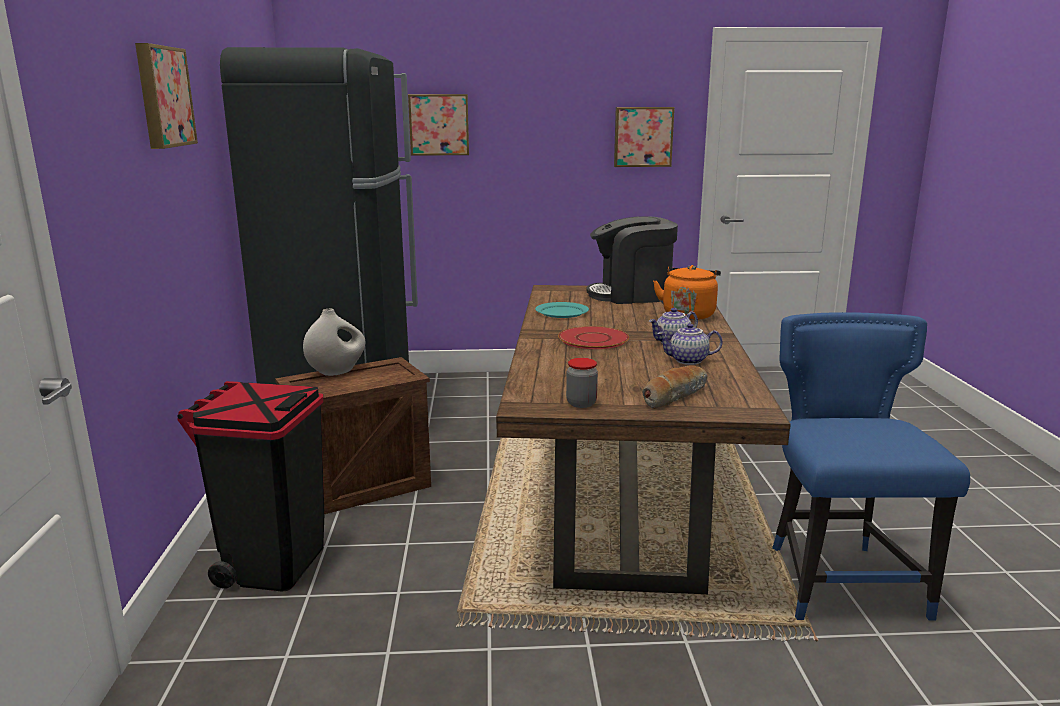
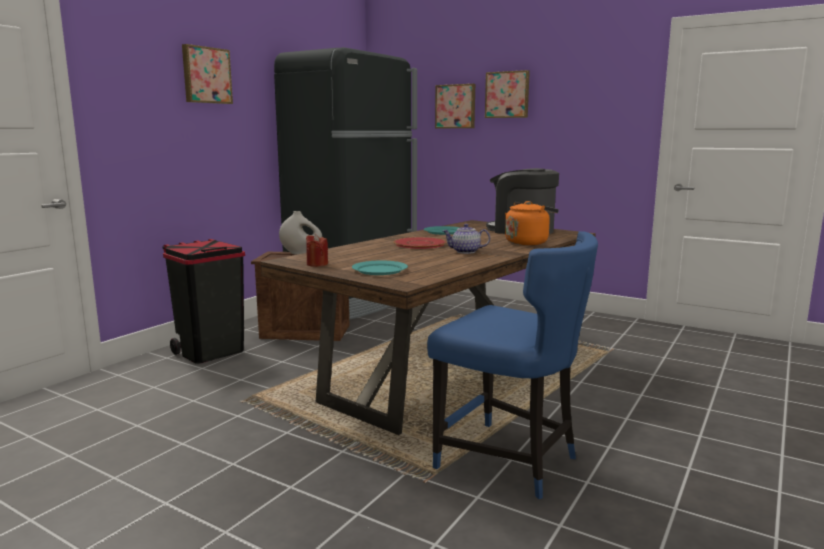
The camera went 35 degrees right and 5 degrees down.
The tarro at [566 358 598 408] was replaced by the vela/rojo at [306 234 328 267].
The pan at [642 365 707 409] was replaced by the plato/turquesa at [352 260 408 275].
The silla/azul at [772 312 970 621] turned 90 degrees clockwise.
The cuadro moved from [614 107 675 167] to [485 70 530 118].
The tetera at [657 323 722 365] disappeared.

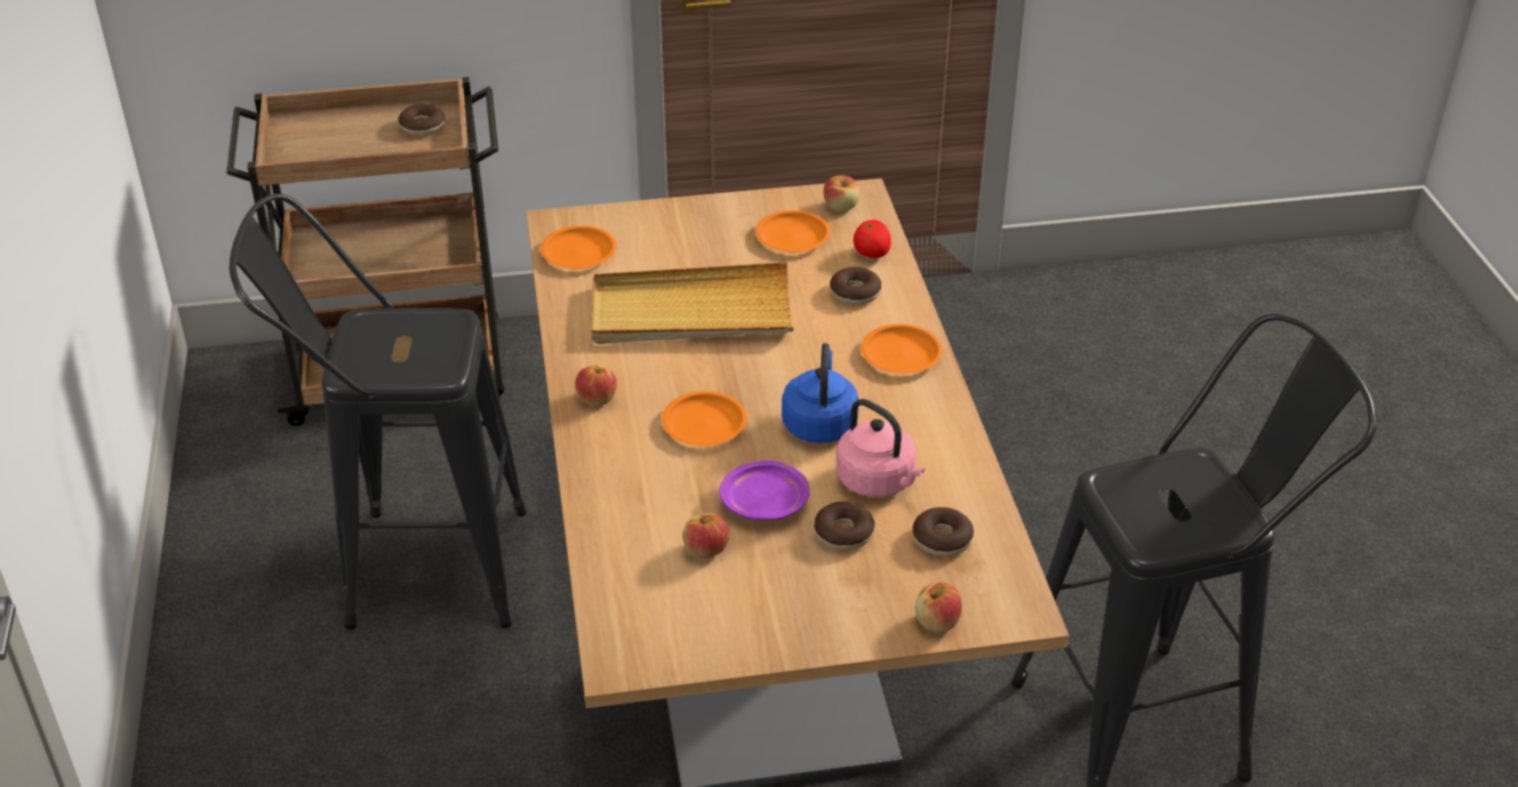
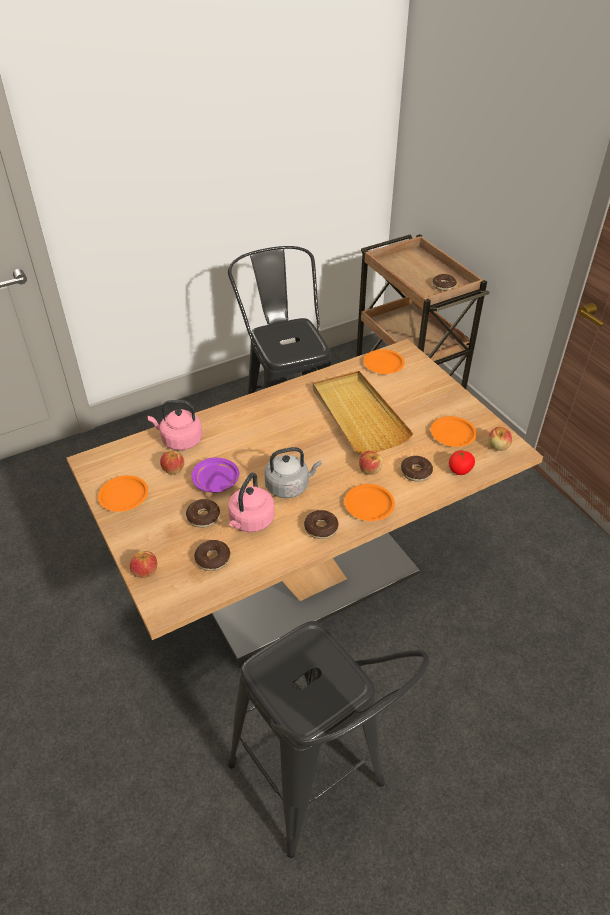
The camera went 70 degrees right and 5 degrees up.
The plato/naranja moved from [662 391 747 446] to [98 475 148 512].
The hervidor/rosa at [148 400 202 450] appeared.
The hervidor/azul at [782 343 859 443] became the hervidor/gris at [264 447 322 498].
The rosquilla at [304 510 339 539] appeared.
The manzana moved from [575 365 617 406] to [359 451 383 475].

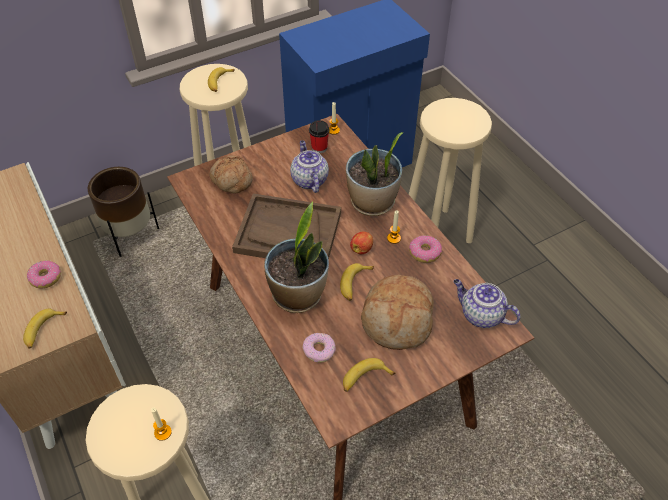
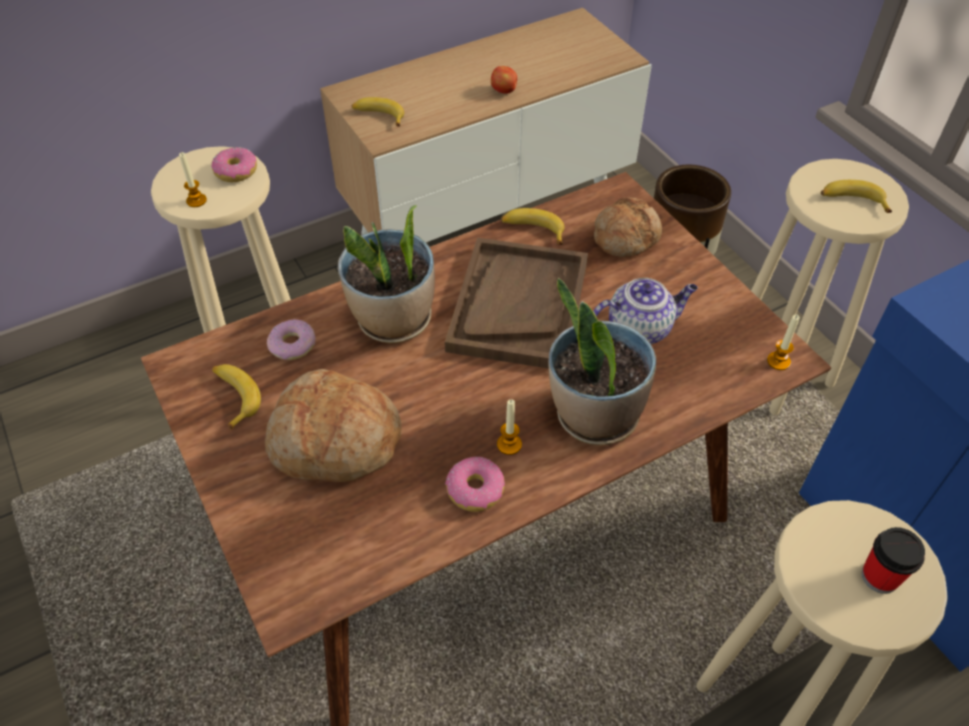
The camera went 90 degrees right and 0 degrees up.
The rosquilla moved from [27 261 61 289] to [212 147 257 182].
The manzana moved from [350 231 373 254] to [491 66 517 94].
The plátano moved from [340 263 374 301] to [501 208 565 245].
The taza moved from [309 120 330 153] to [862 527 925 594].
The tetera at [453 279 520 328] disappeared.

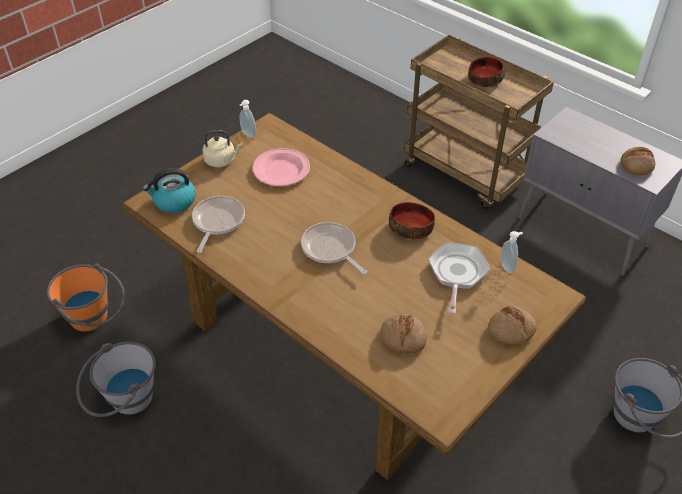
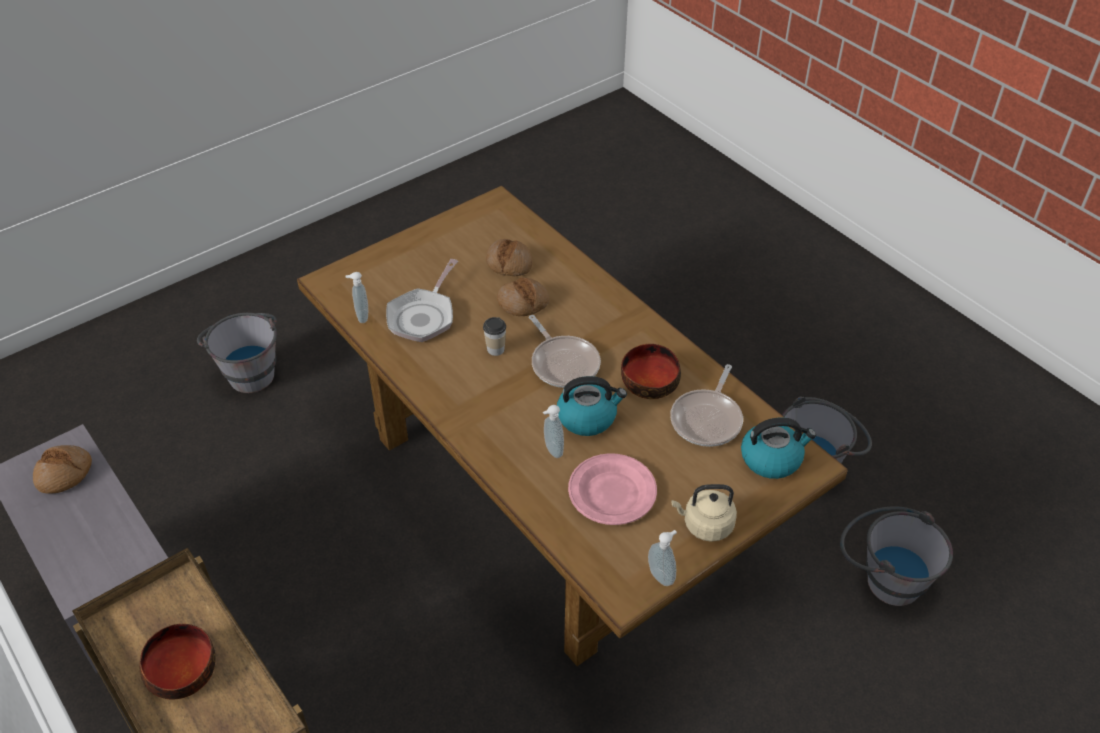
The camera went 170 degrees left and 0 degrees up.
The taza at [483 317 506 356] appeared.
The pan moved from [488 306 537 345] to [497 277 549 316].
The dispensador de jabón at [543 405 564 458] appeared.
The hervidor at [557 376 627 436] appeared.
The cuenco moved from [389 202 435 240] to [621 344 681 399].
The cubo/naranja at [47 263 125 332] became the cubo/gris at [840 506 953 606].

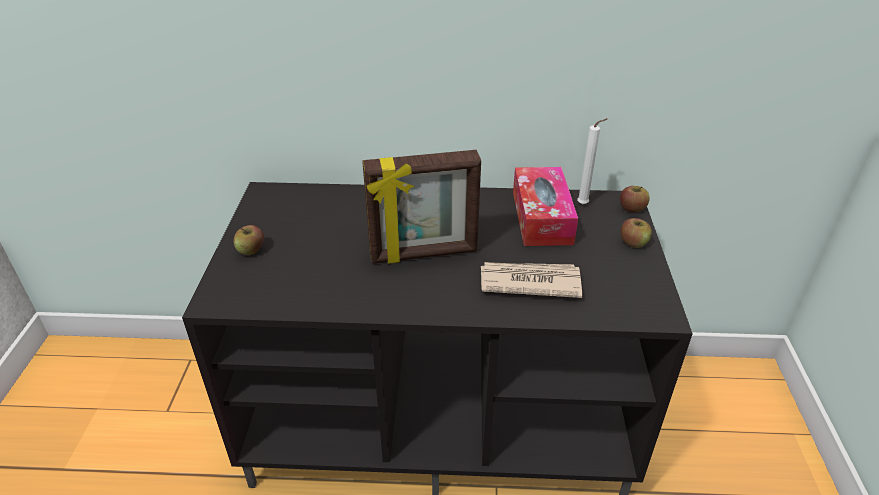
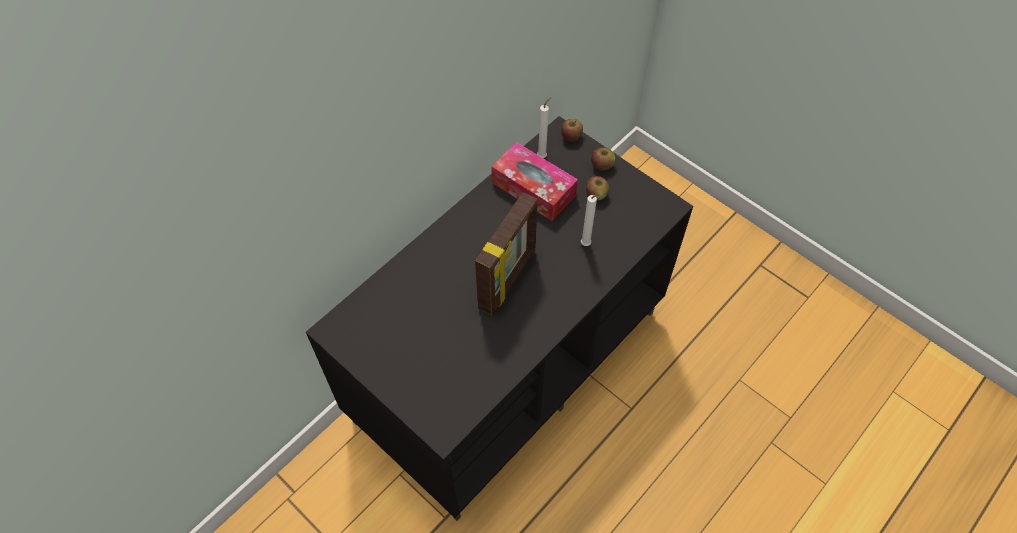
The camera went 50 degrees left and 20 degrees up.
The periódico at [481 262 582 298] was replaced by the vela/blanco at [581 195 601 246].
The manzana moved from [233 225 264 255] to [586 176 609 200].

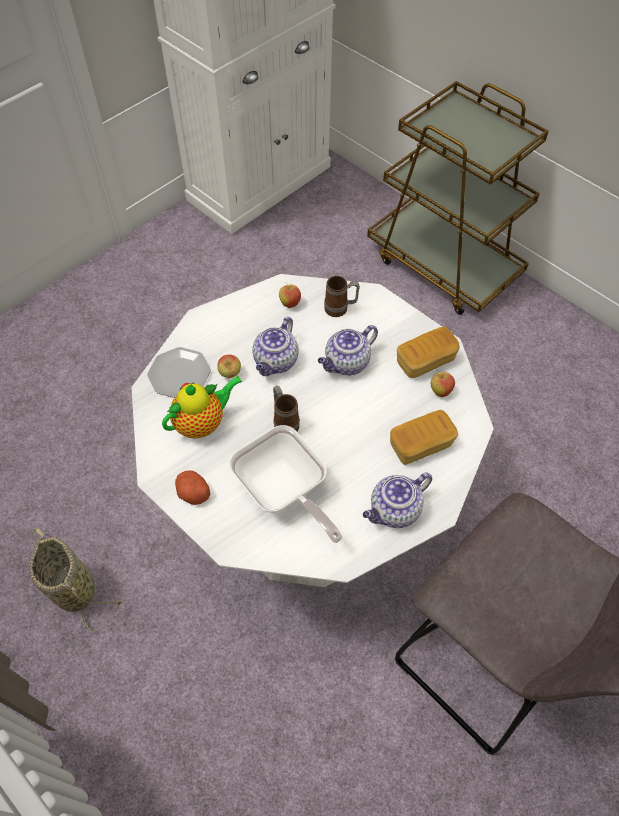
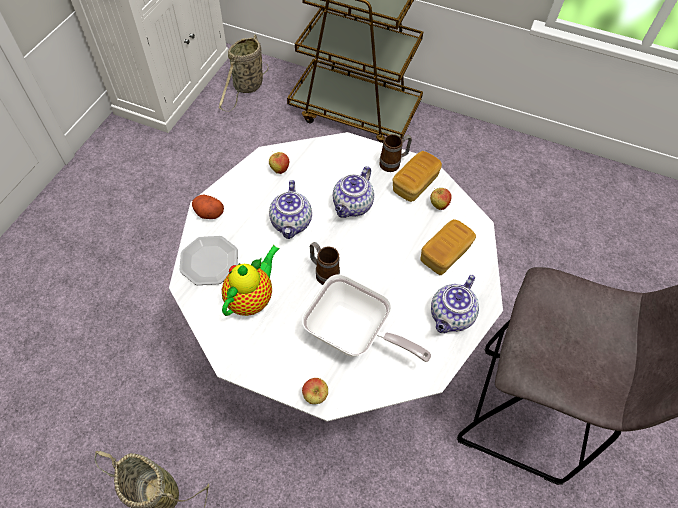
The camera went 25 degrees left and 0 degrees up.
The patata moved from [175 470 211 505] to [192 194 224 219].
The cesta at [219 34 269 111] appeared.
The manzana moved from [217 354 241 378] to [302 378 328 404].
The taza grande moved from [324 276 360 317] to [379 134 412 172].

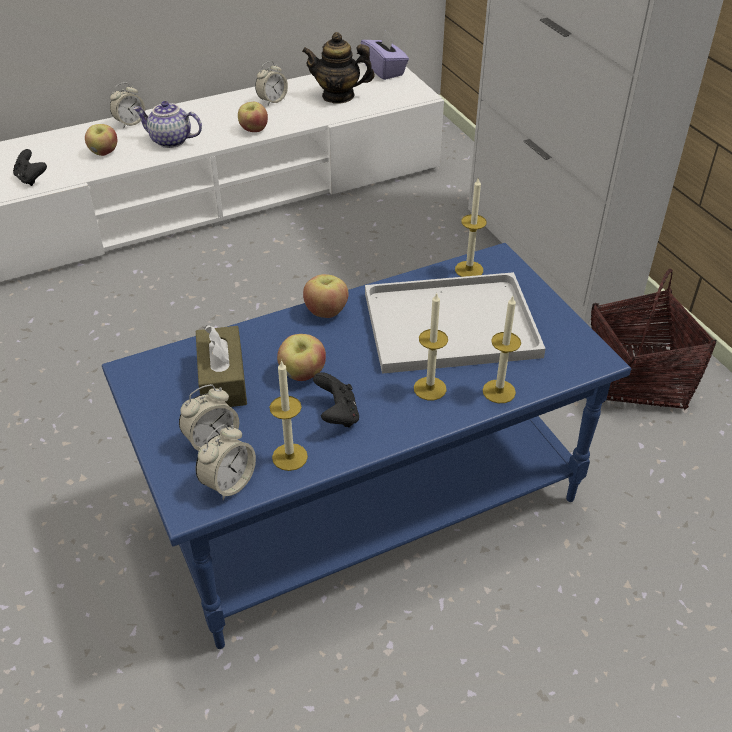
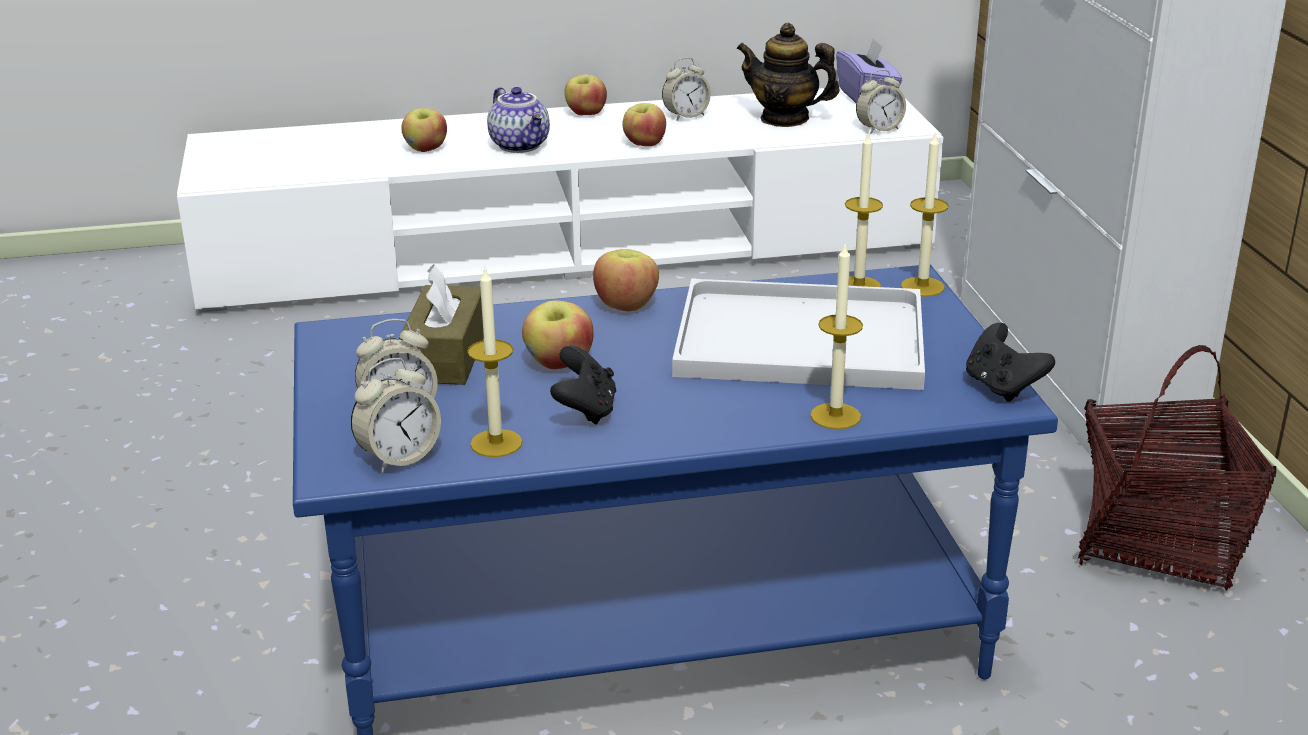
The camera went 15 degrees right and 15 degrees down.
The tetera at [133 101 202 148] turned 150 degrees counterclockwise.
The manzana at [564 74 607 115] appeared.
The despertador moved from [110 82 145 128] to [856 69 906 134].
The vela moved from [414 292 448 400] to [901 134 949 297].
The mando de consola/negro moved from [13 149 47 186] to [966 323 1055 402].

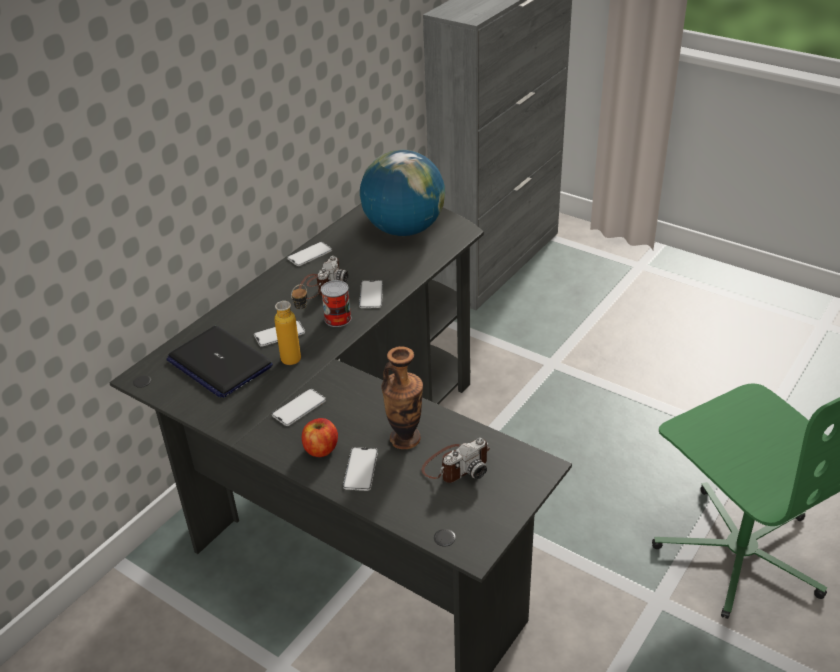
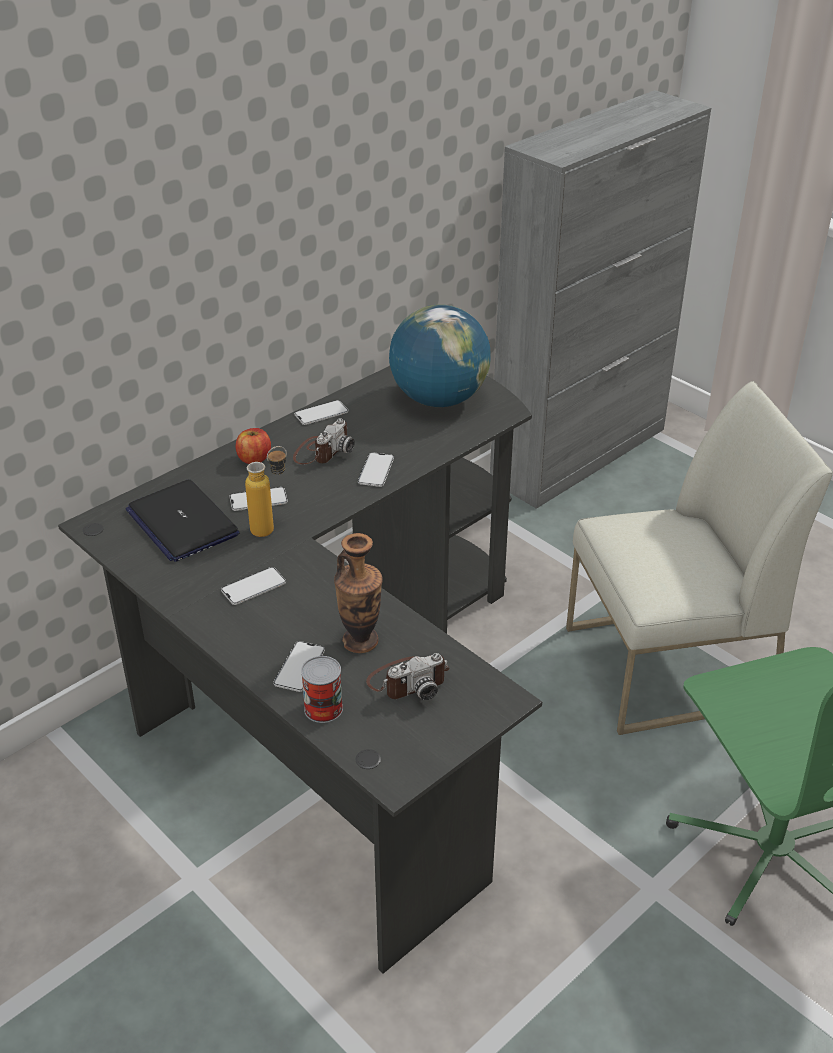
The camera went 10 degrees right and 0 degrees up.
The manzana moved from [302 418 338 457] to [236 428 271 464].
The lata moved from [321 280 351 327] to [301 656 343 723].
The silla/blanco at [566 381 833 735] appeared.

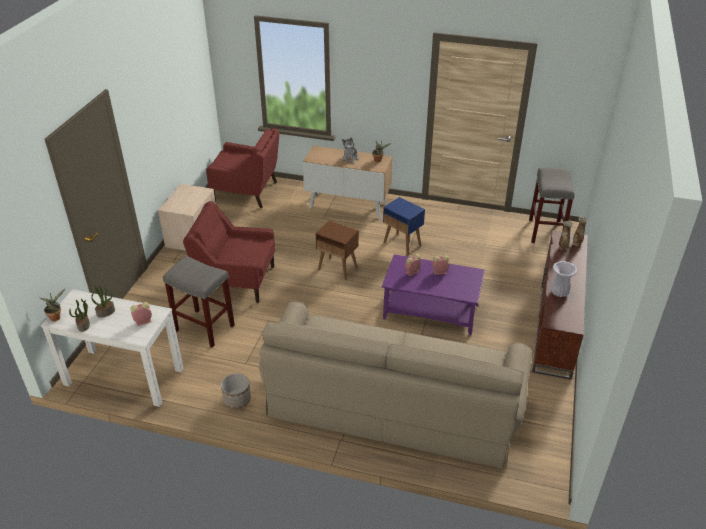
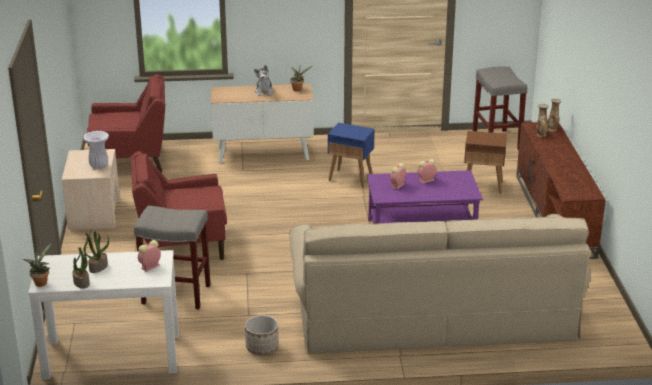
The camera went 20 degrees left and 10 degrees down.
The florero/blanco moved from [551 261 578 297] to [83 131 109 169].
The mesa auxiliar/marrón moved from [316 220 359 280] to [464 131 507 194].

